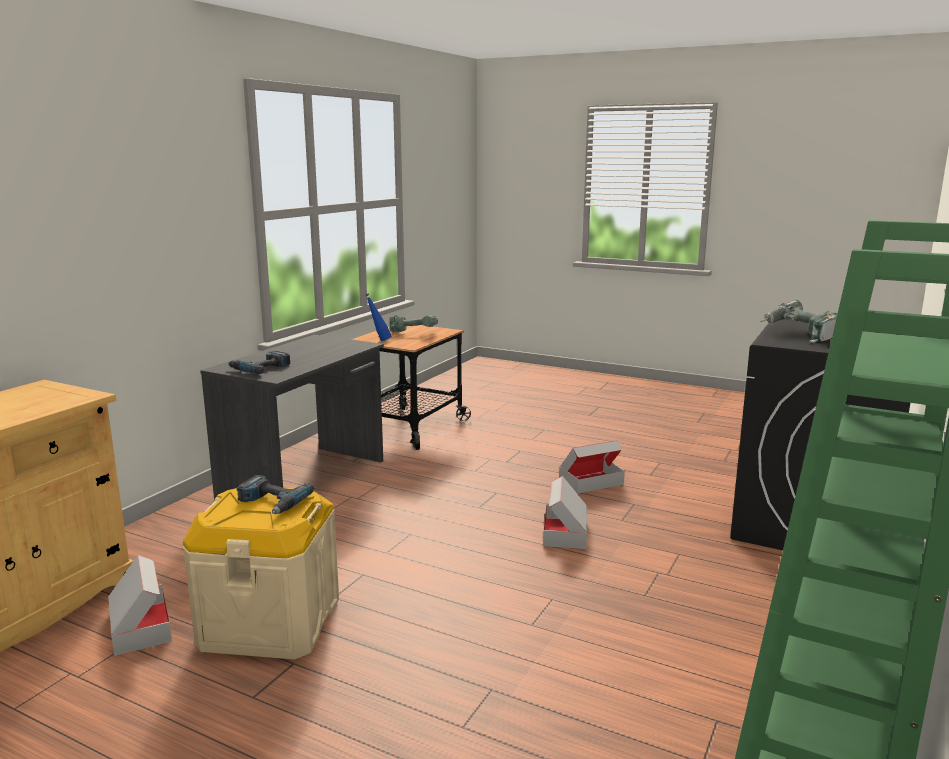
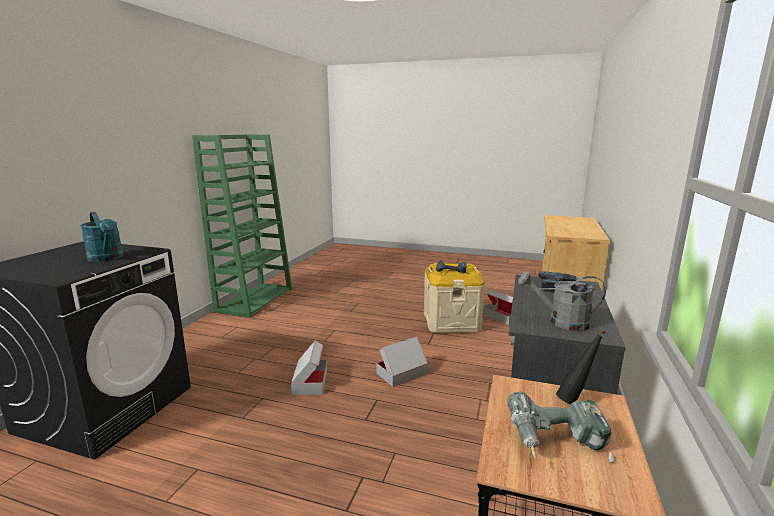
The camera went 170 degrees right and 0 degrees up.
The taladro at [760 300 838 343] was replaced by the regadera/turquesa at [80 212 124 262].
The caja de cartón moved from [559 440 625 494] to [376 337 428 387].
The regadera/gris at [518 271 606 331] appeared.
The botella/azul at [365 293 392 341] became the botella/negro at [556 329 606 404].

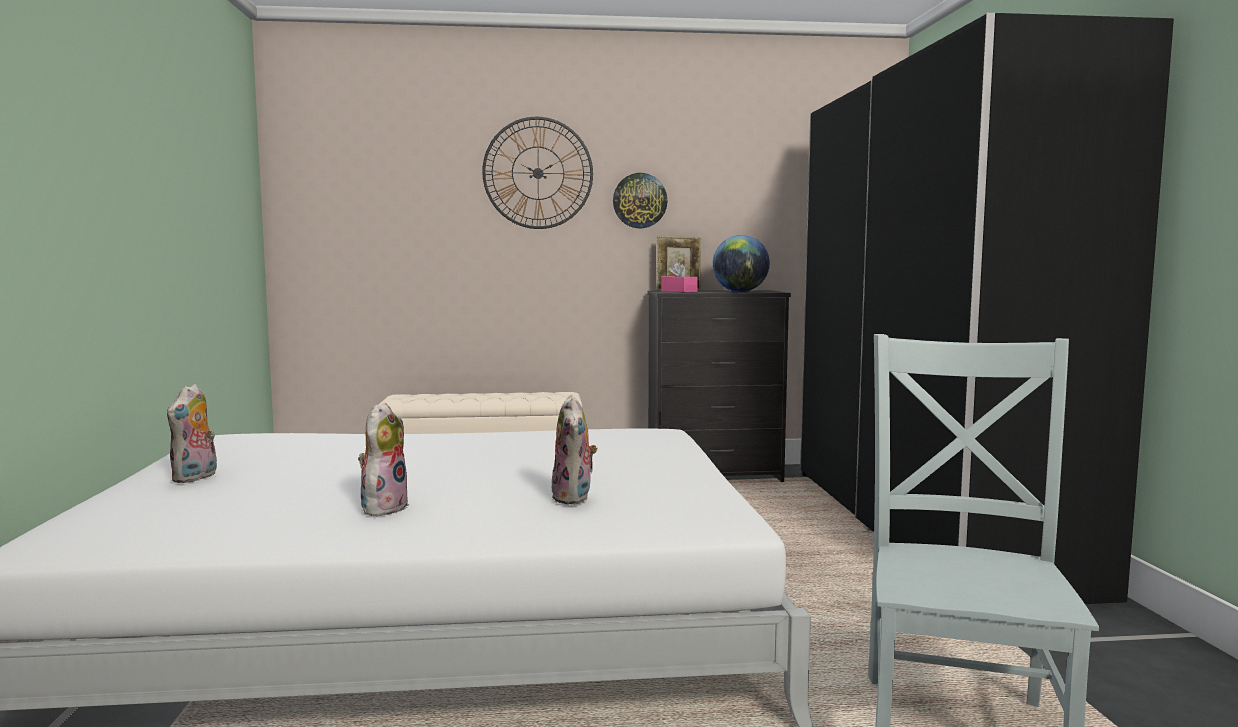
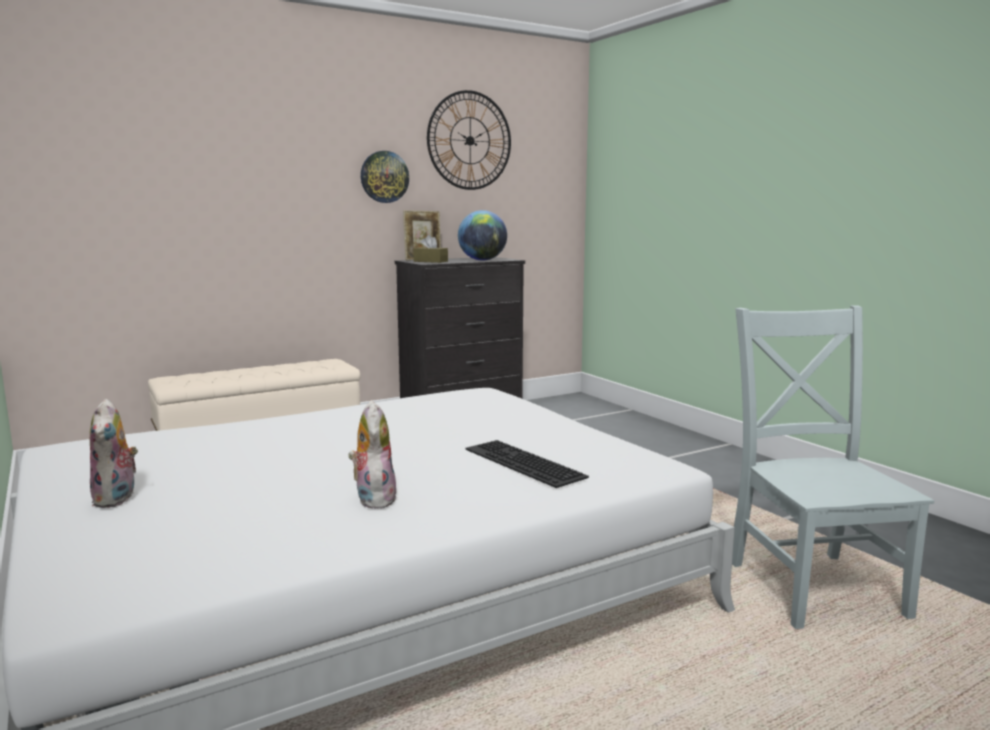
The camera went 25 degrees left and 5 degrees up.
The caja de pañuelos/rosa at [661 262 698 292] became the caja de pañuelos/marrón at [413 235 448 263].
The reloj de pared moved from [482 117 593 229] to [427 90 511 190].
The peluche at [551 395 597 504] was replaced by the teclado at [465 440 589 488].
The armario ropero/negro at [800 13 1174 604] disappeared.

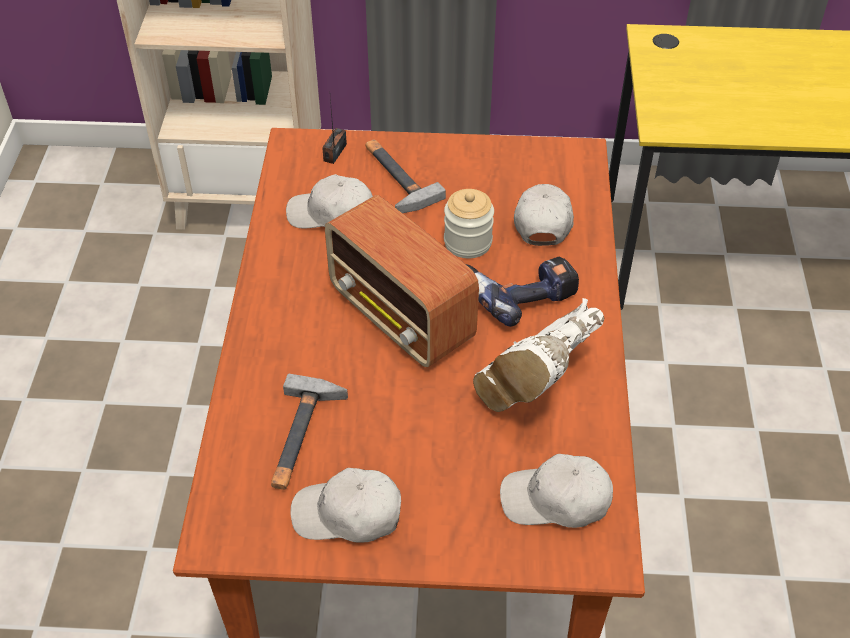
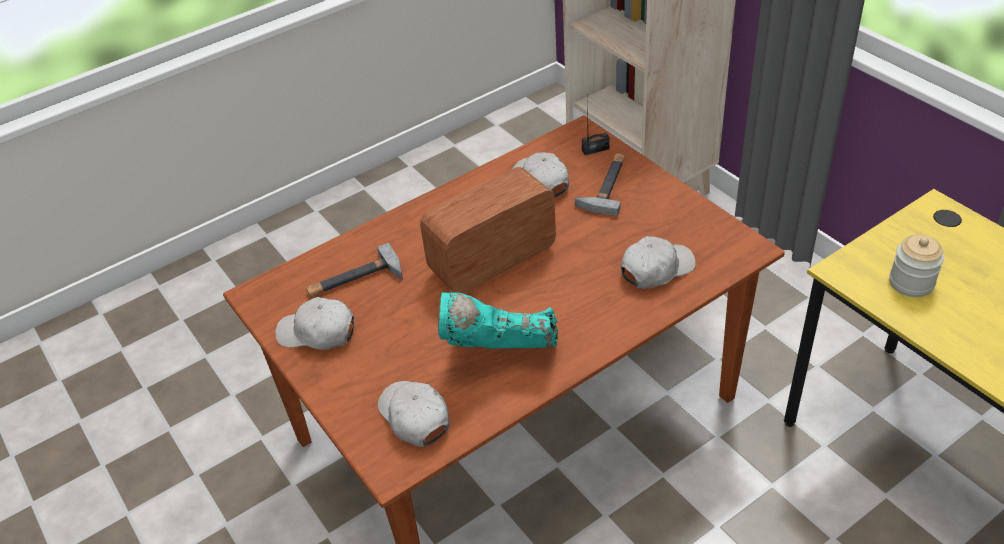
The camera went 55 degrees right and 5 degrees down.
The gorra/blanco at [291 468 401 543] turned 45 degrees counterclockwise.
The radio at [325 195 479 367] turned 45 degrees clockwise.
The bota/blanco at [473 298 604 412] became the bota/turquesa at [438 292 558 349].
The tarro moved from [444 189 494 258] to [889 235 944 297].
The taladro at [466 257 579 327] disappeared.

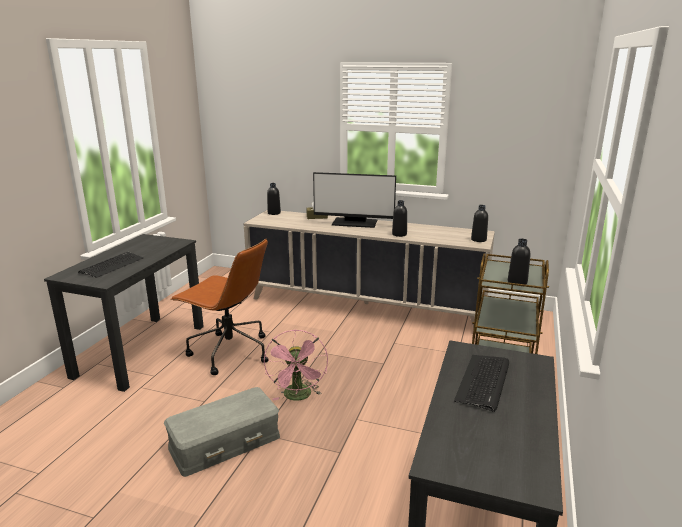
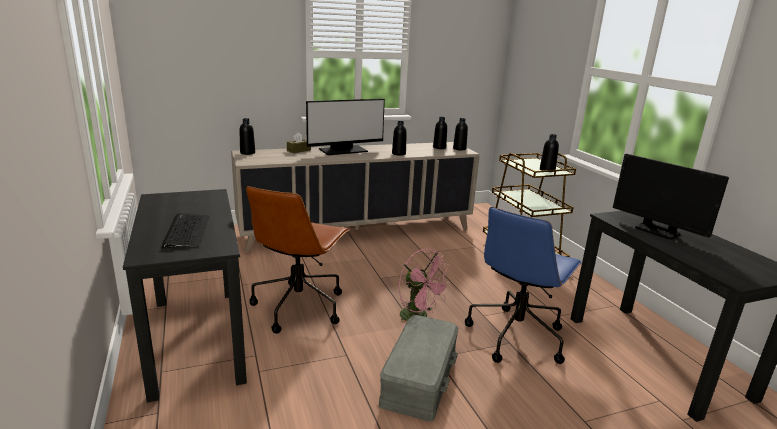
The camera went 40 degrees left and 0 degrees up.
The silla de oficina/marrón at [170 238 268 375] turned 120 degrees clockwise.
The botella/negro at [433 117 447 149] appeared.
The silla de oficina/azul at [465 207 582 364] appeared.
The teclado at [454 355 509 412] was replaced by the monitor at [613 154 729 239].

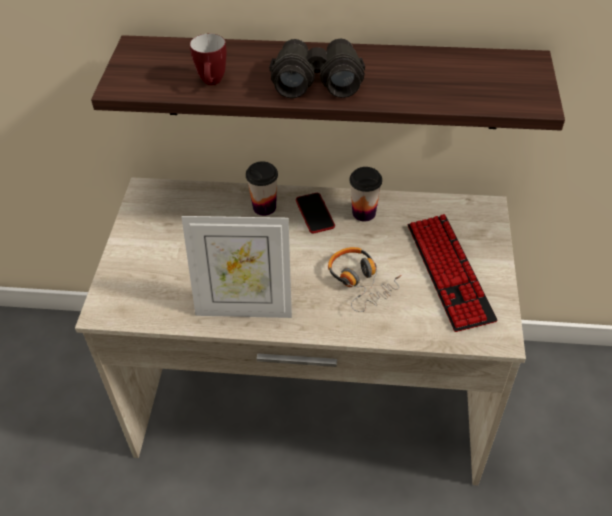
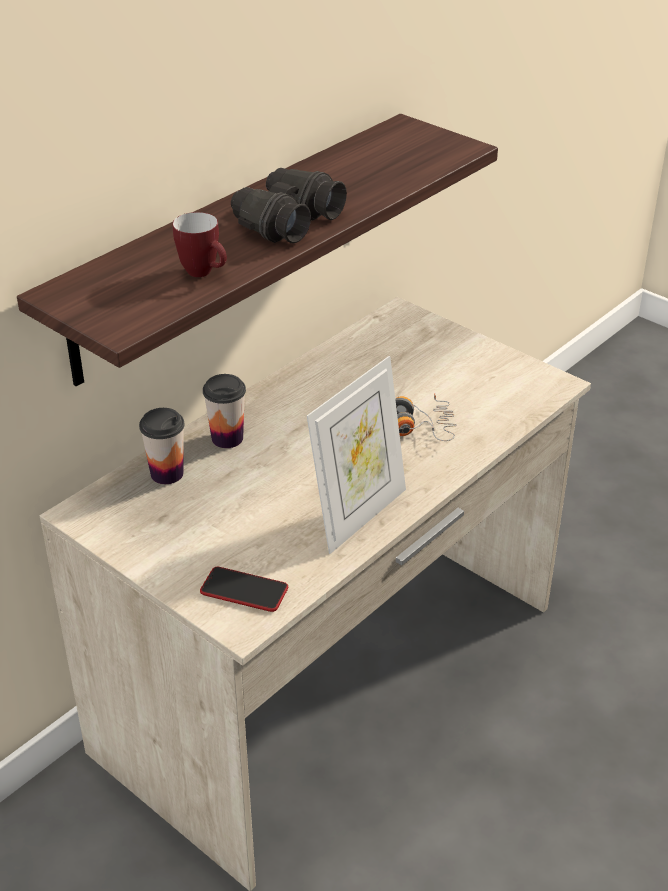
The camera went 55 degrees left and 10 degrees down.
The taza moved from [349 167 382 221] to [139 408 184 484].
The móvil moved from [296 193 335 233] to [200 567 288 612].
The teclado at [408 214 497 332] disappeared.

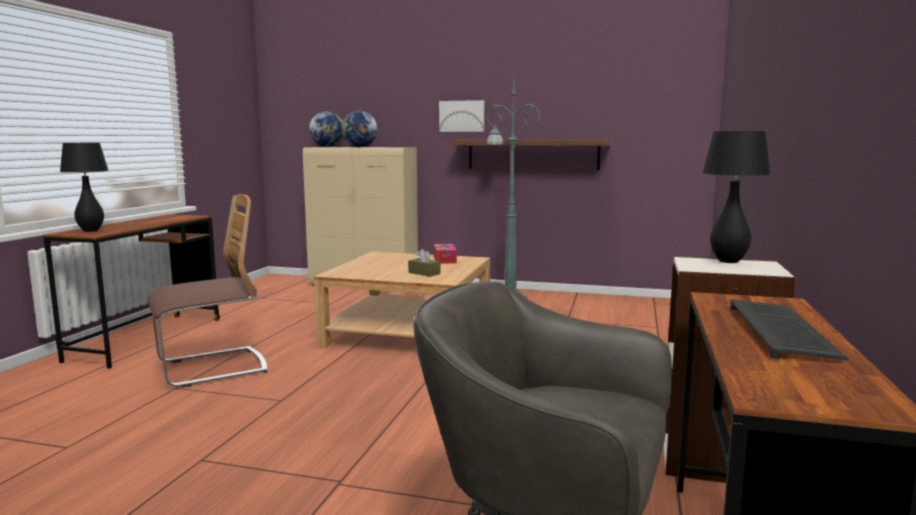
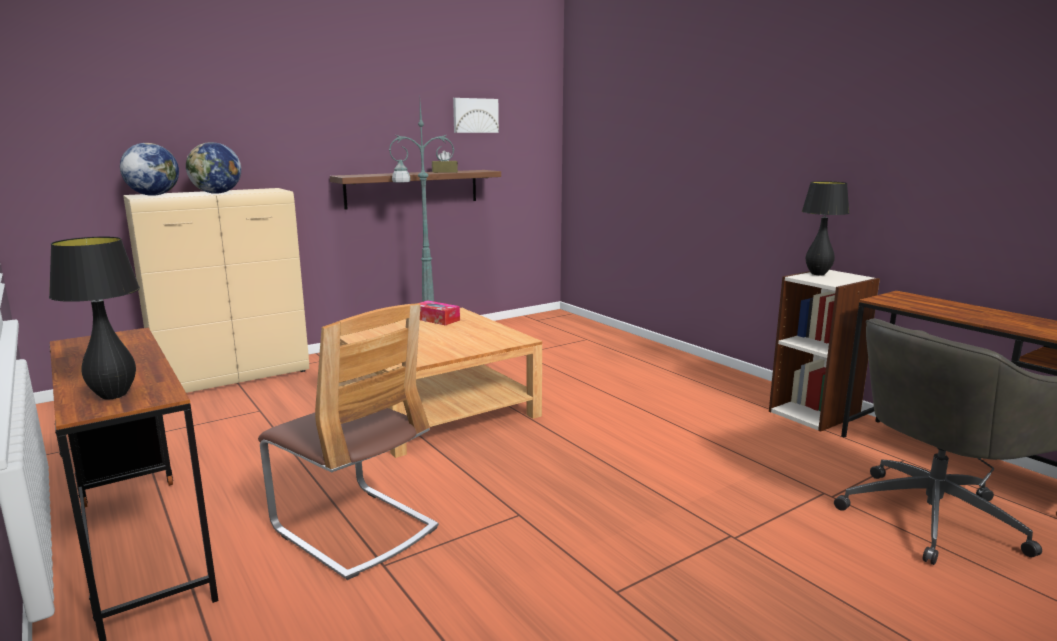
The camera went 50 degrees left and 5 degrees up.
The silla at [147 194 267 388] turned 120 degrees clockwise.
The caja de pañuelos/marrón moved from [408 249 441 277] to [432 151 458 173].
The cuadro moved from [439 100 485 132] to [453 98 499 133].
The teclado at [730 299 849 360] disappeared.

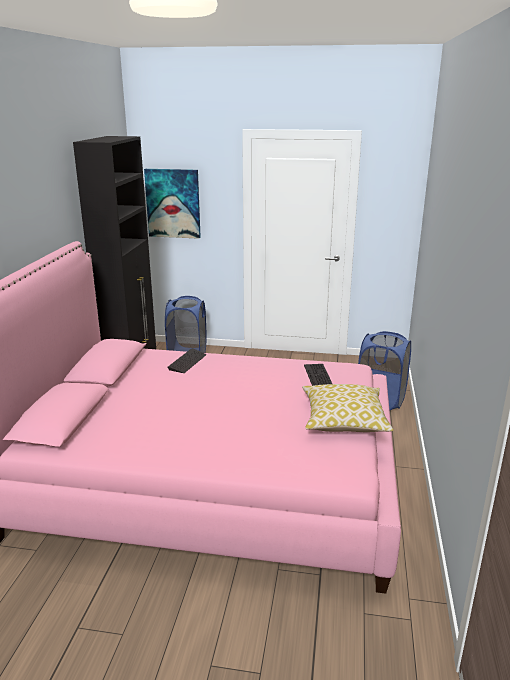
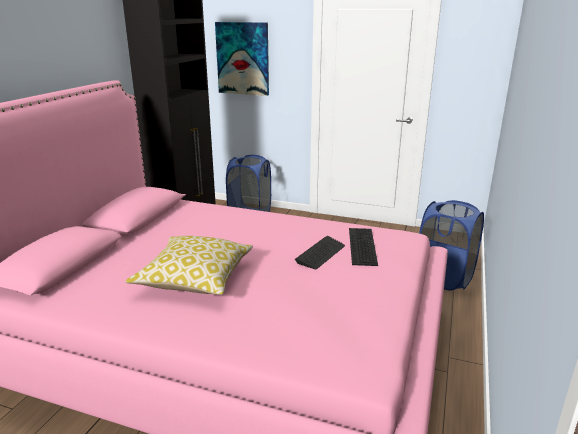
The camera went 10 degrees right and 0 degrees up.
The cojín moved from [302 384 393 432] to [125 236 253 295].
The teclado moved from [167 348 206 373] to [295 236 345 269].

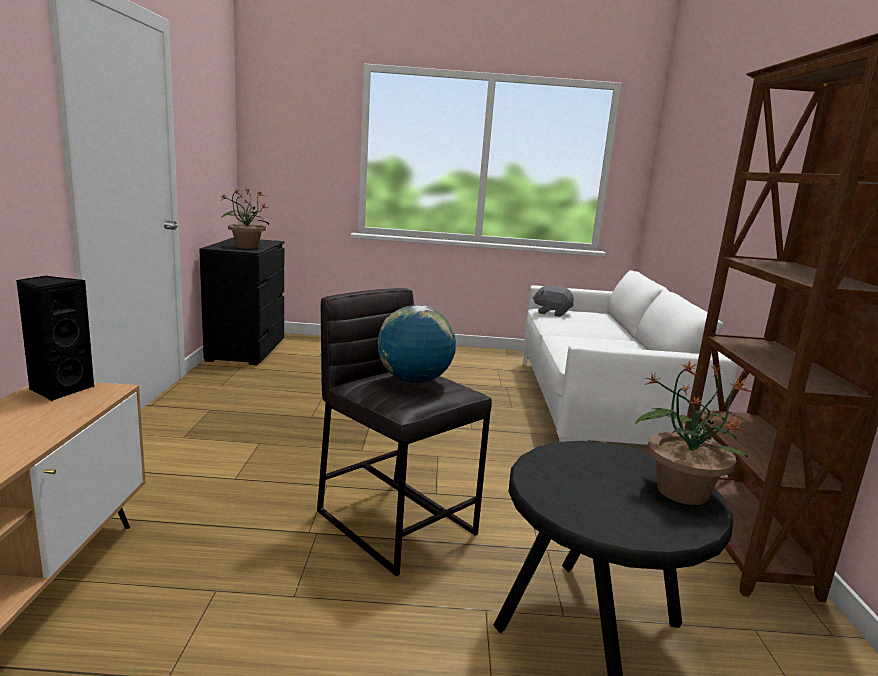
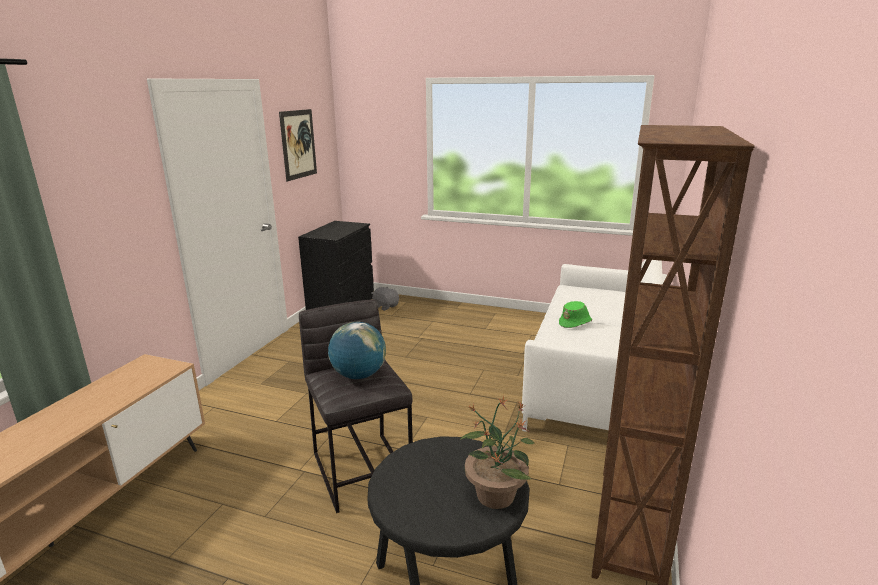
The camera went 20 degrees right and 5 degrees up.
The cuadro at [279 109 317 182] appeared.
The peluche/gris moved from [533 286 574 317] to [372 287 399 311].
The sombrero/verde at [559 301 592 328] appeared.
The altavoz/negro at [16 276 95 401] disappeared.
The planta en maceta at [221 189 269 249] disappeared.

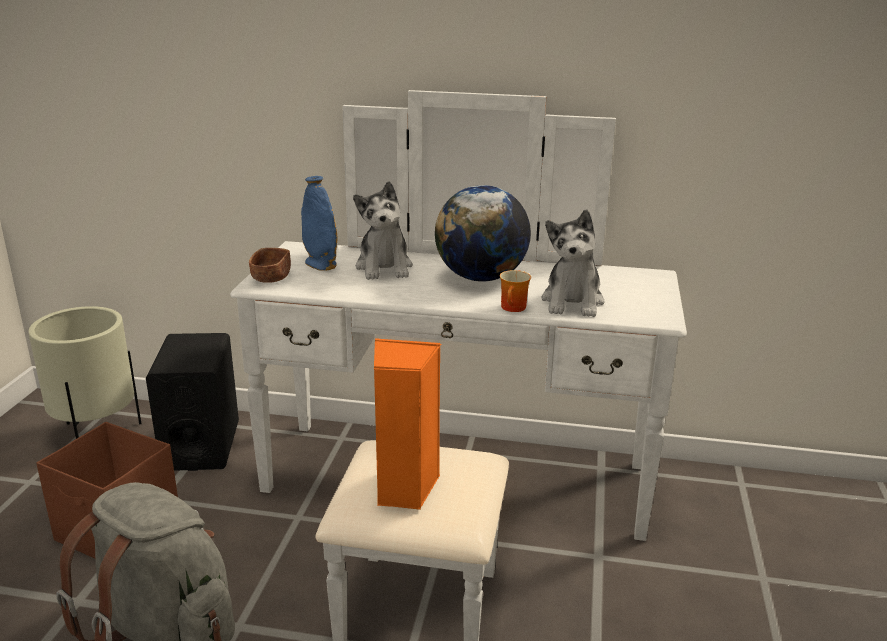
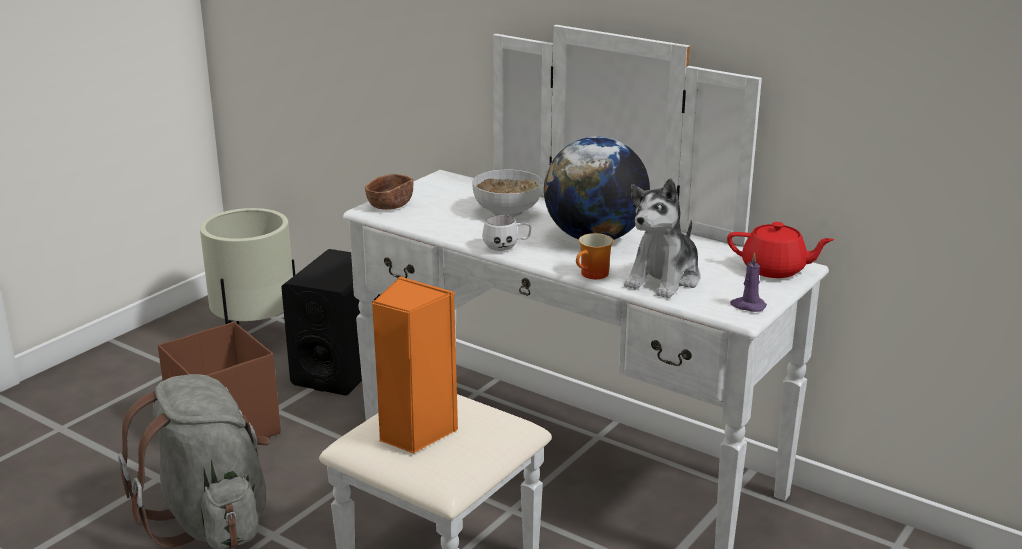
The camera went 25 degrees right and 0 degrees up.
The peluche at [353 181 413 280] was replaced by the cuenco at [472 170 542 217].
The taza grande/blanco at [482 215 532 251] appeared.
The tetera/rojo at [727 222 834 278] appeared.
The vela/morado at [730 253 767 312] appeared.
The florero/azul at [301 176 338 271] disappeared.

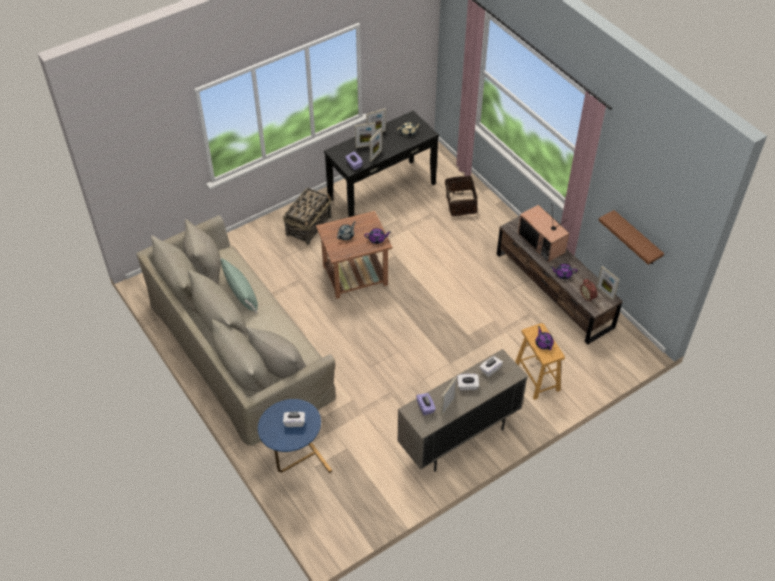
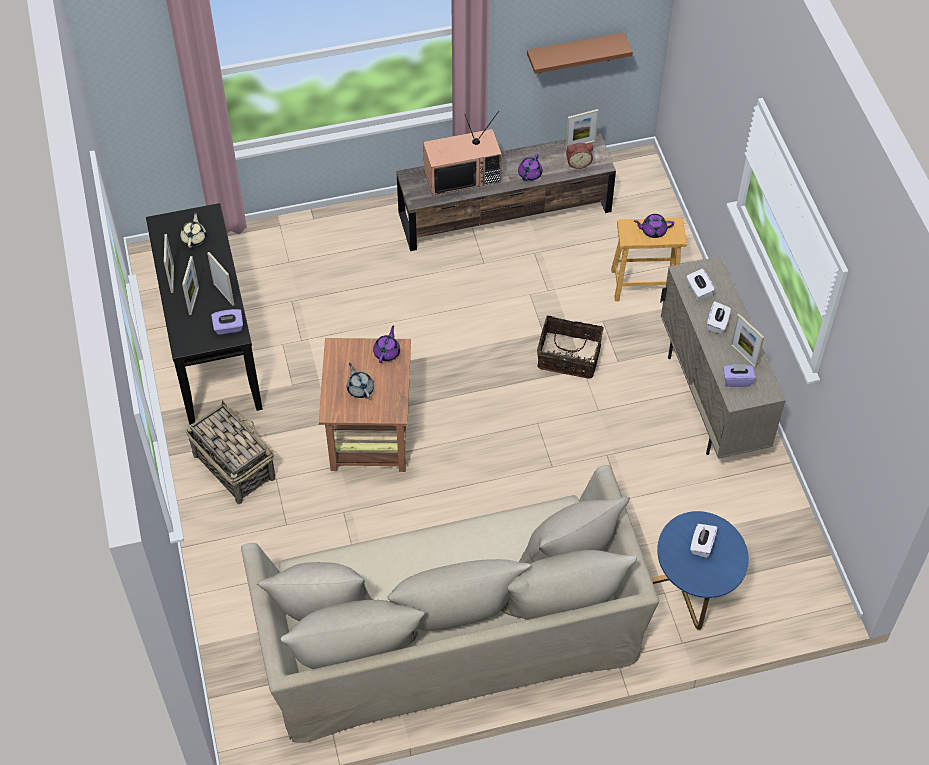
The camera went 70 degrees left and 5 degrees up.
The cesta moved from [445 176 477 216] to [537 315 604 379].
The cojín/verde at [220 258 258 313] disappeared.

